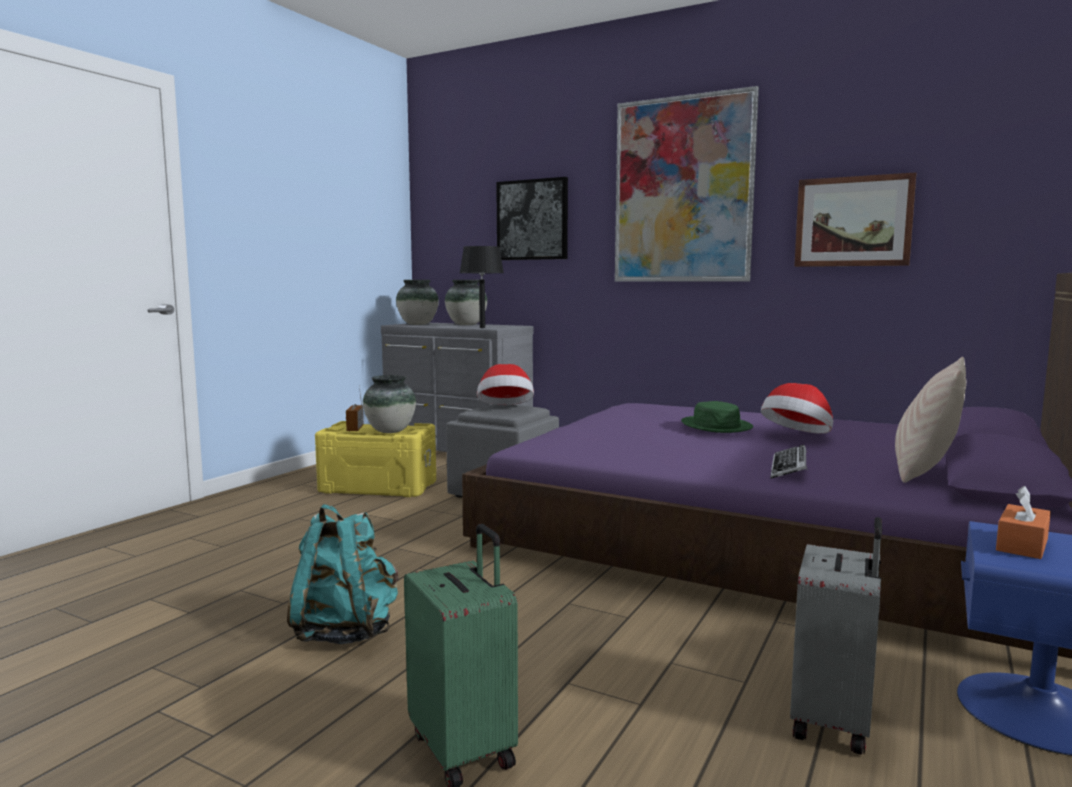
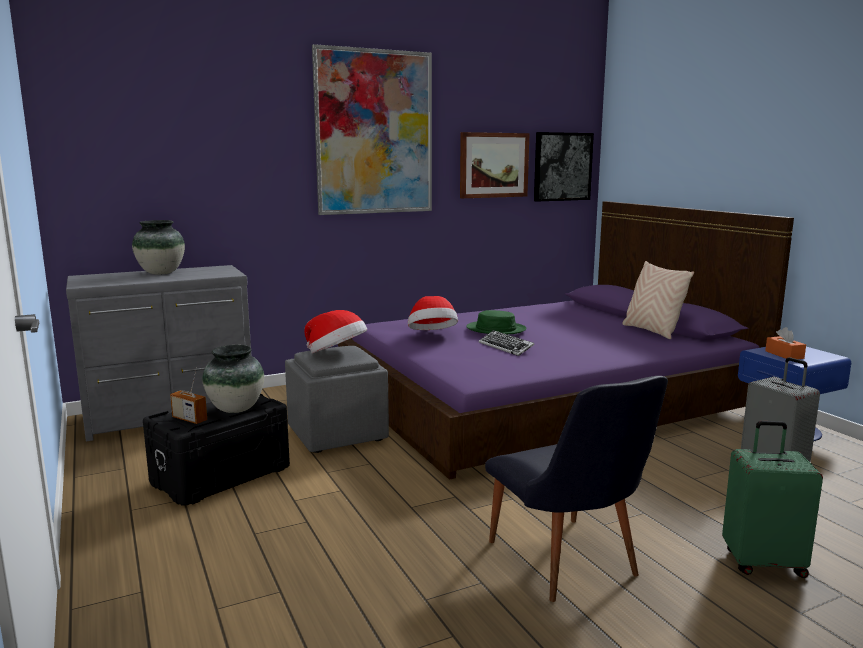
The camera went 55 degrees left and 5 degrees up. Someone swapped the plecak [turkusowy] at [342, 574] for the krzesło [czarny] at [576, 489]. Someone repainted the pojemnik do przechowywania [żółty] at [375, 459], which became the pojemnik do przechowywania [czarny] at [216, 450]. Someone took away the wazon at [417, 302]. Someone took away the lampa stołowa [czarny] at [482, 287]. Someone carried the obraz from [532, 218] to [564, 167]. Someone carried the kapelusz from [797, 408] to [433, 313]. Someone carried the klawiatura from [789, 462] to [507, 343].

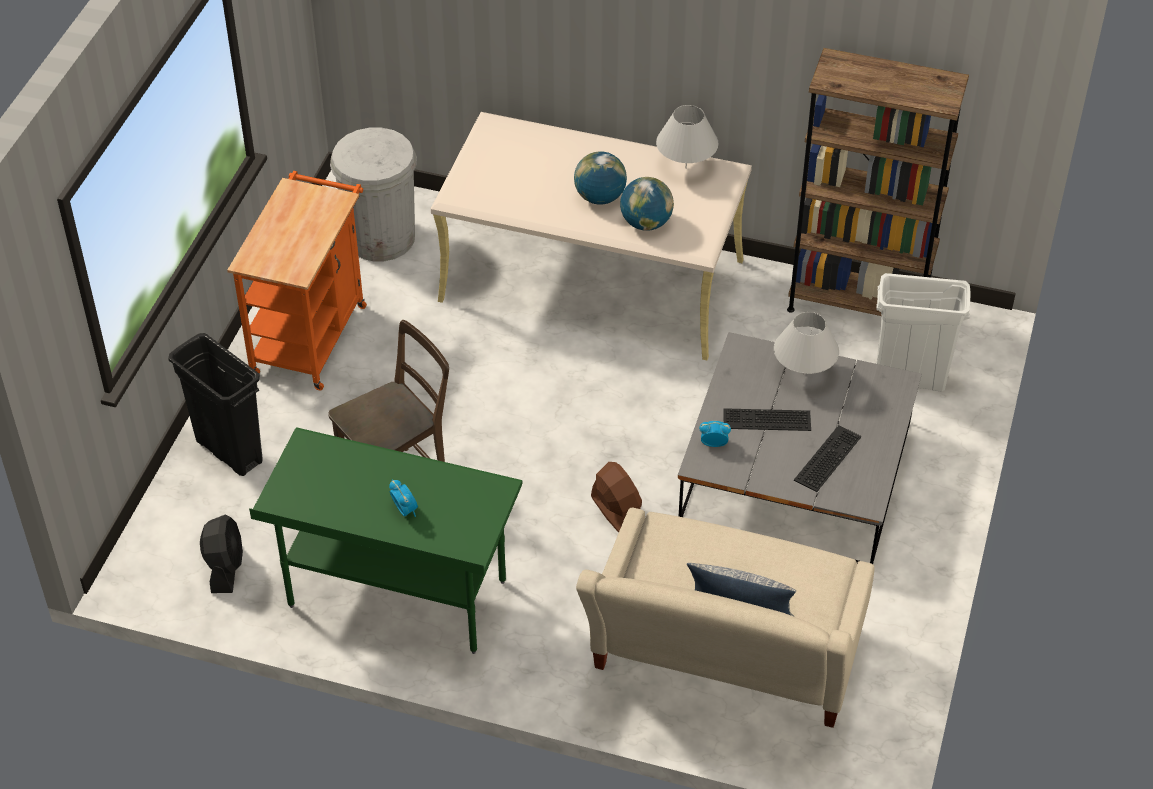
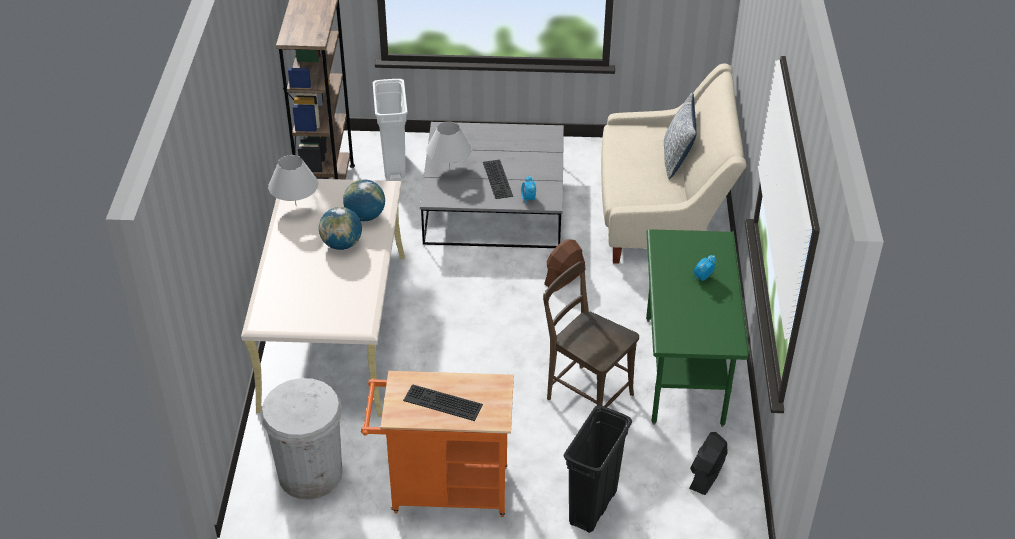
The camera went 105 degrees left and 5 degrees down. Someone rotated the wentylator [czarny] at [221, 554] by 45 degrees counterclockwise. Someone carried the klawiatura from [827, 458] to [443, 402].

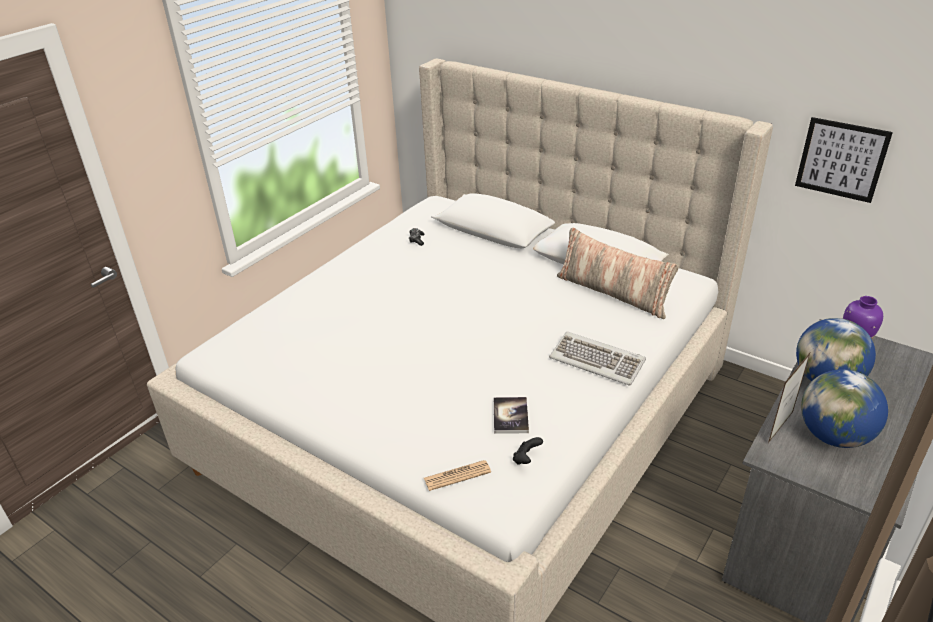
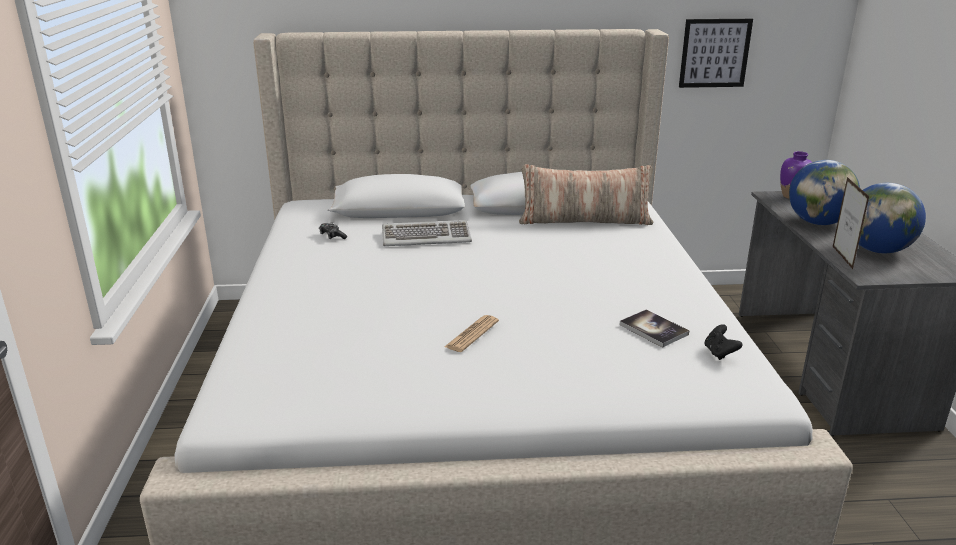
The camera went 40 degrees left and 10 degrees down. Someone carried the gazeta from [457, 475] to [472, 333]. Someone carried the klawiatura from [597, 358] to [427, 233].

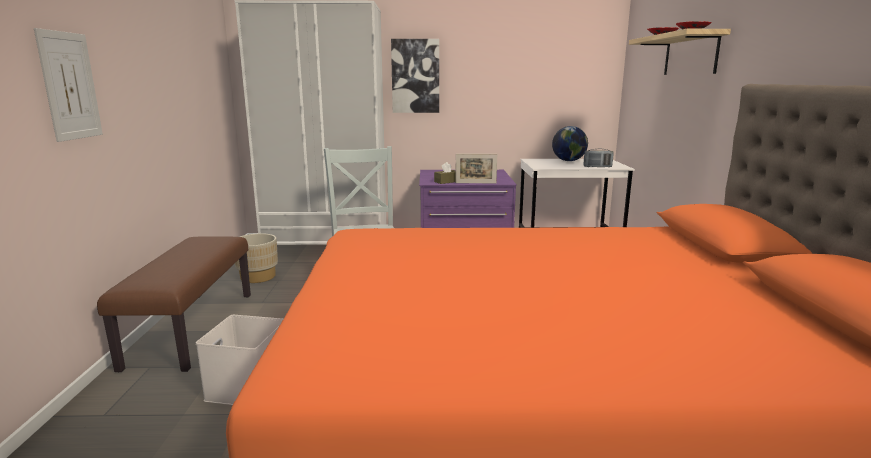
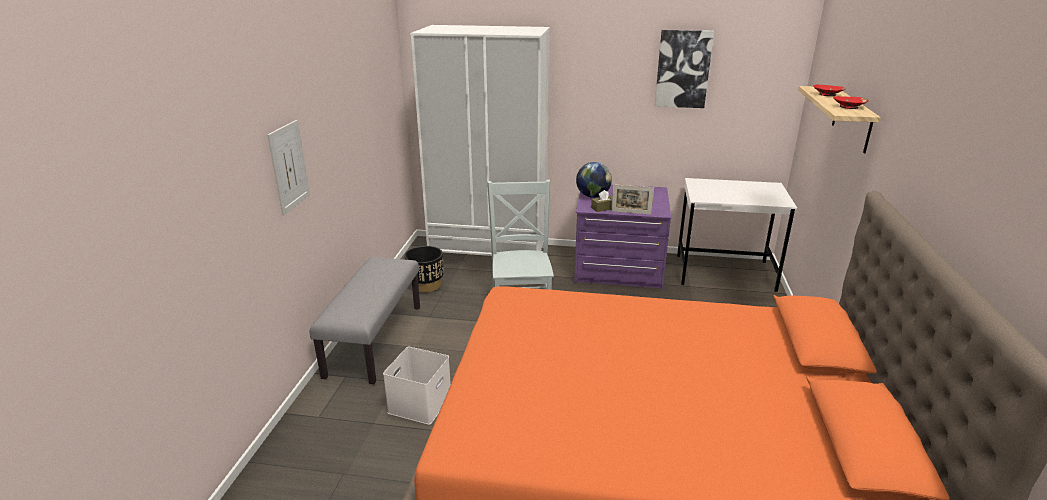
The camera went 10 degrees right and 10 degrees up. Someone repainted the ławka [brązowy] at [174, 304], which became the ławka [szary] at [364, 320]. Someone repainted the donica [beżowy] at [256, 258], which became the donica [czarny] at [423, 269]. Someone carried the obraz from [415, 76] to [684, 69]. Someone carried the globus from [570, 143] to [594, 180]. Someone took away the radio at [599, 158].

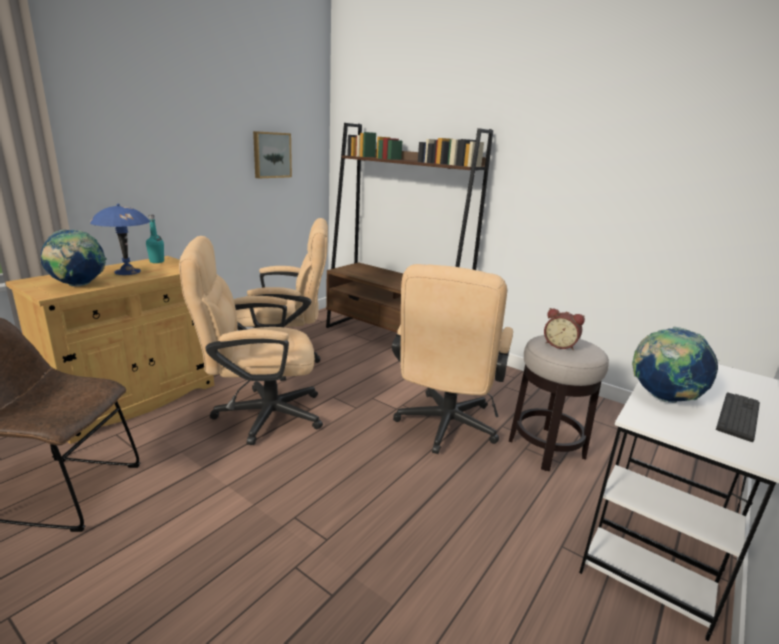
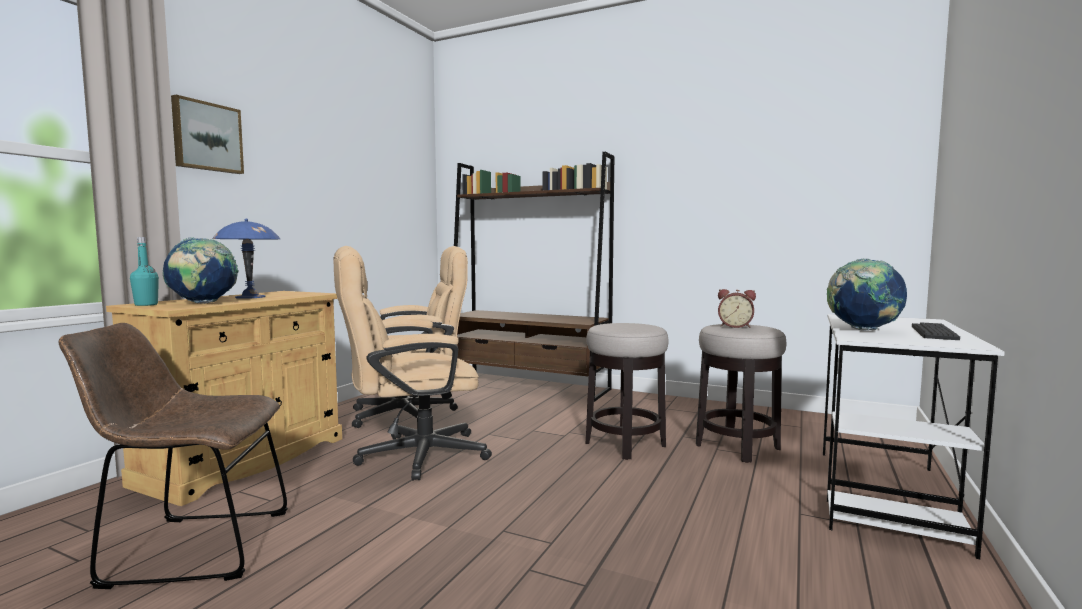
The camera went 10 degrees left and 15 degrees down. Someone carried the butelka [turkusowy] from [155, 239] to [144, 271]. Someone carried the obraz from [272, 154] to [207, 134]. Someone swapped the krzesło biurowe [beżowy] at [452, 359] for the stołek at [627, 391].

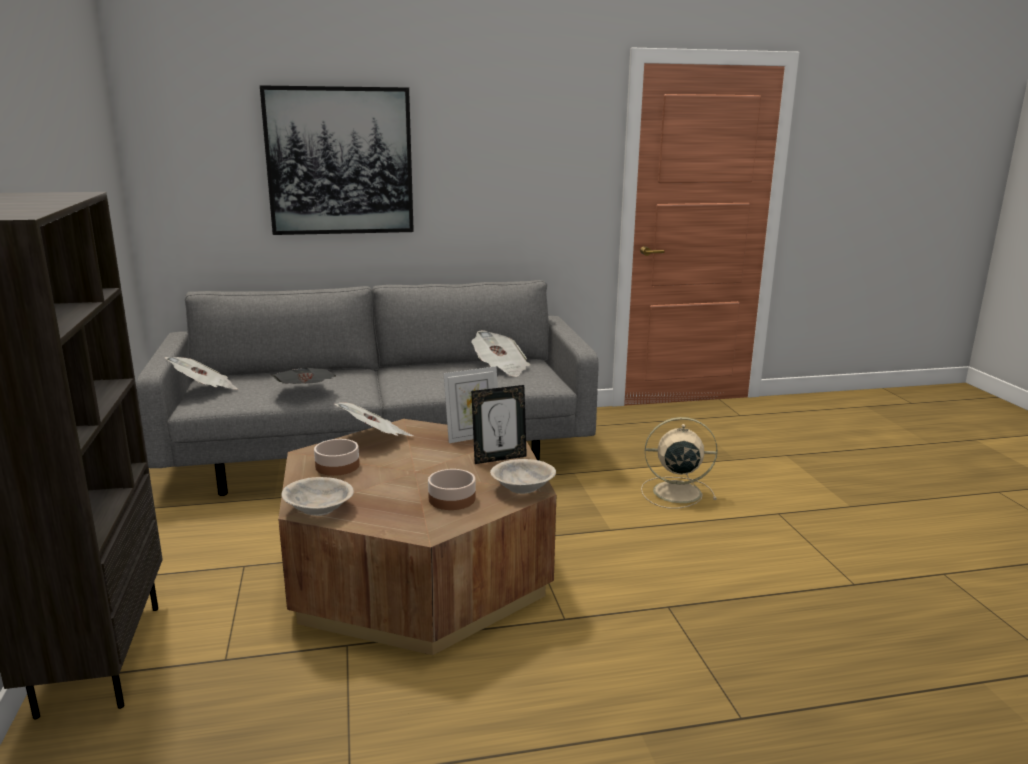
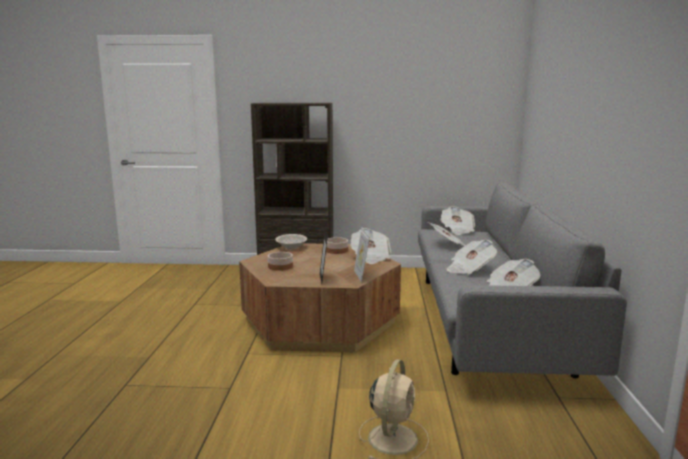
The camera went 105 degrees right and 5 degrees down. Someone took away the obraz at [337, 160]. Someone took away the miska [beżowy] at [523, 476]. Someone put down the gazeta at [471, 257].

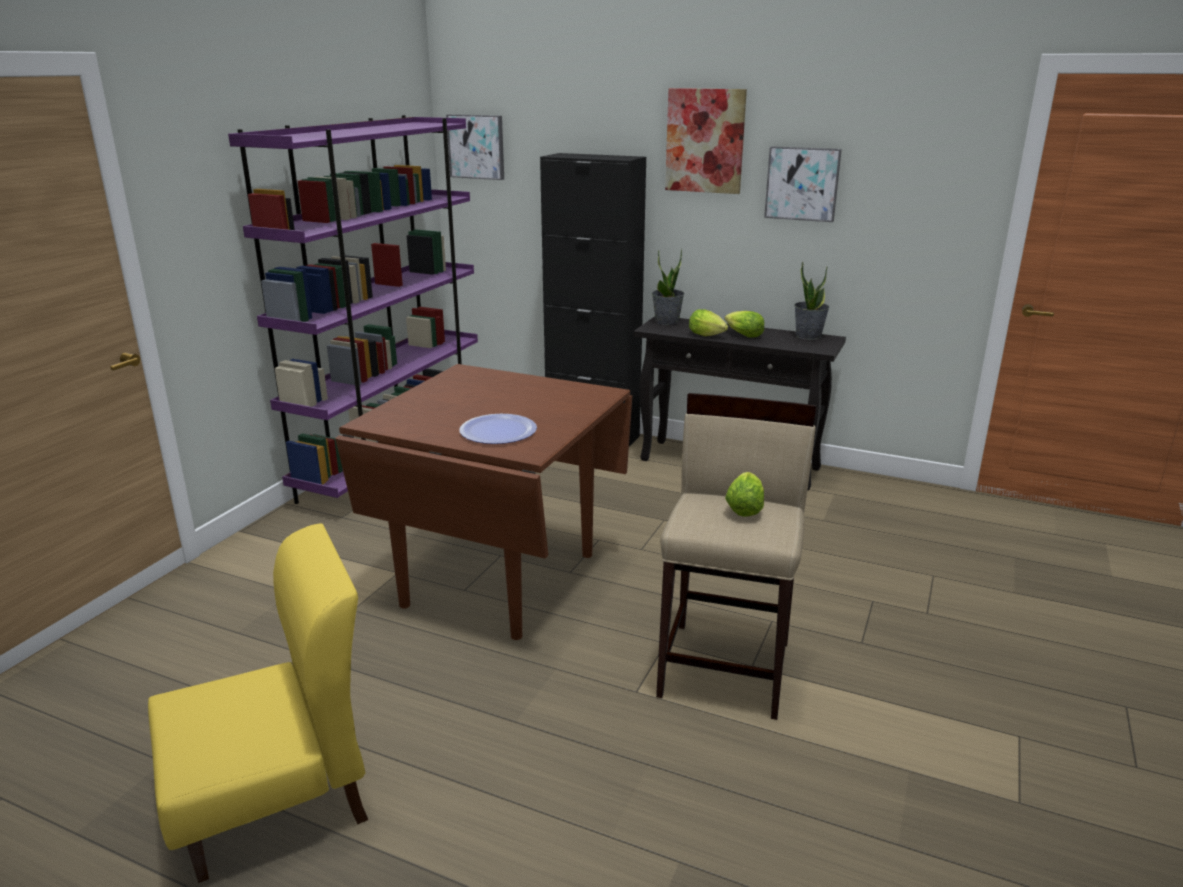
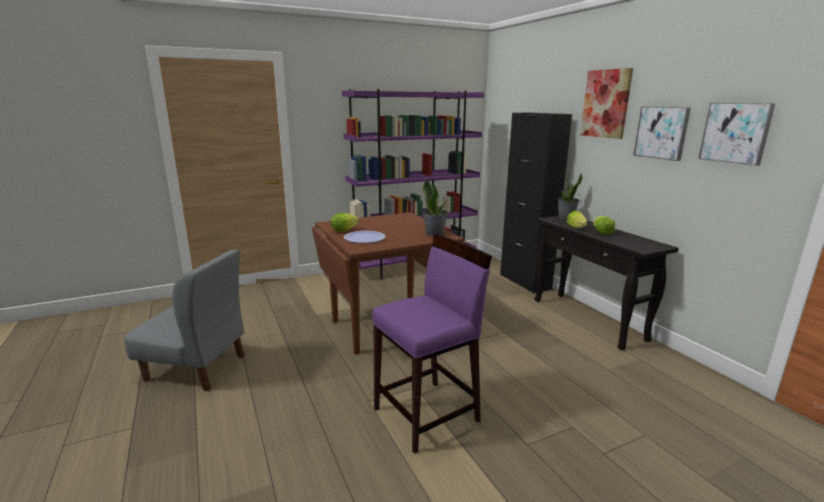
The camera went 40 degrees right and 5 degrees down. Someone repainted the krzesło [żółty] at [258, 703], which became the krzesło [szary] at [184, 320]. Someone carried the obraz from [475, 147] to [736, 134]. Someone repainted the stołek [beżowy] at [736, 556], which became the stołek [fioletowy] at [432, 344]. Someone carried the sałata from [744, 494] to [345, 222]. Someone carried the roślina doniczkowa from [811, 300] to [435, 207].

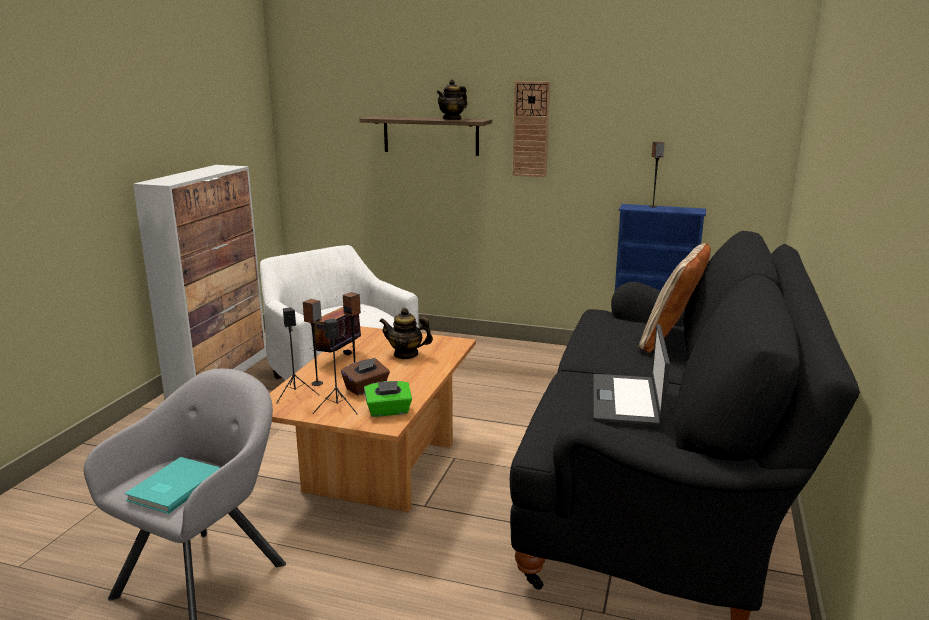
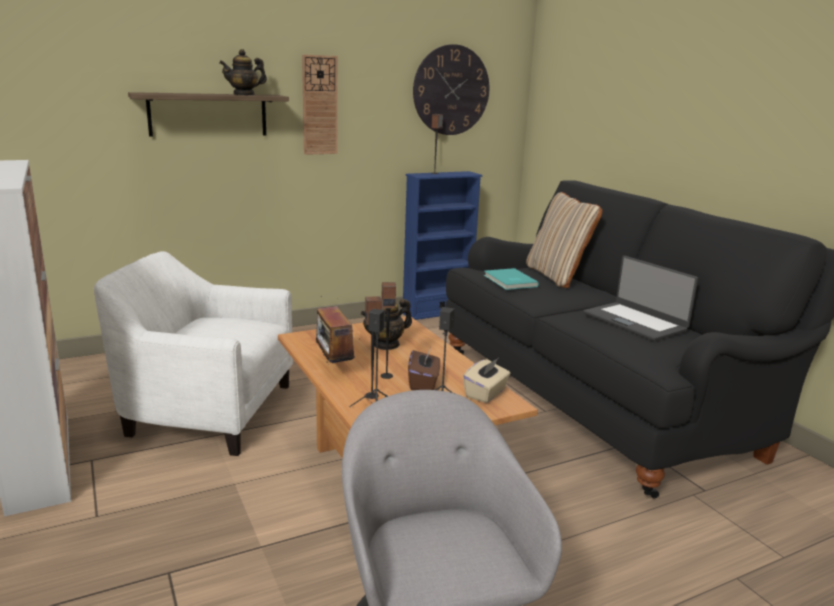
The camera went 45 degrees left and 0 degrees up. Someone carried the książka [turkusowy] from [172, 485] to [511, 279]. Someone repainted the pudełko chusteczek [zielony] at [388, 399], which became the pudełko chusteczek [beżowy] at [486, 380]. Someone rotated the imbryk at [451, 99] by 60 degrees clockwise. Someone put up the zegar ścienny at [451, 89].

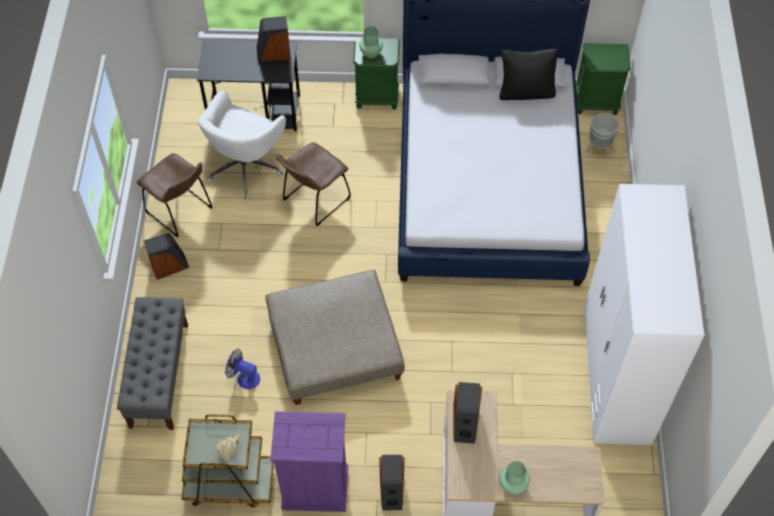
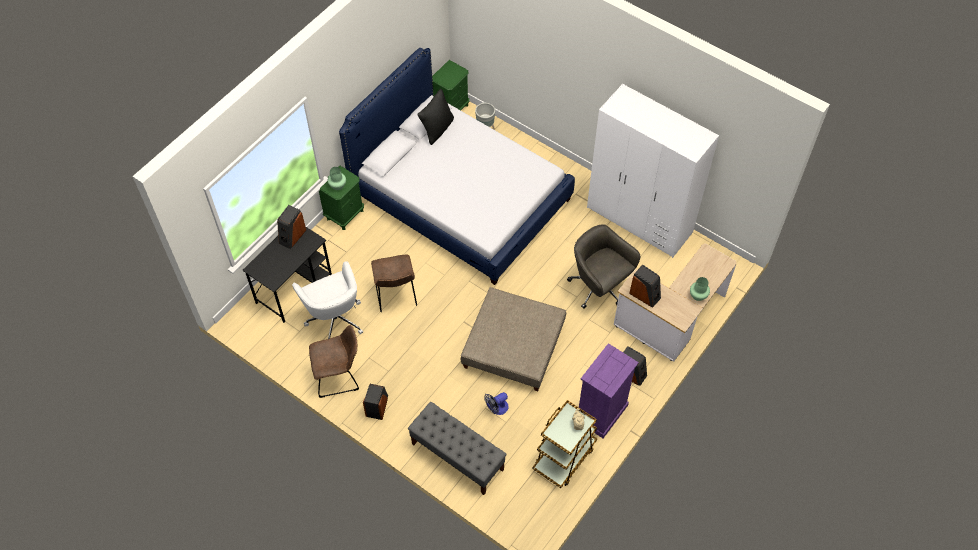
The camera went 55 degrees left and 0 degrees up. Someone put down the krzesło biurowe [szary] at [603, 266].

